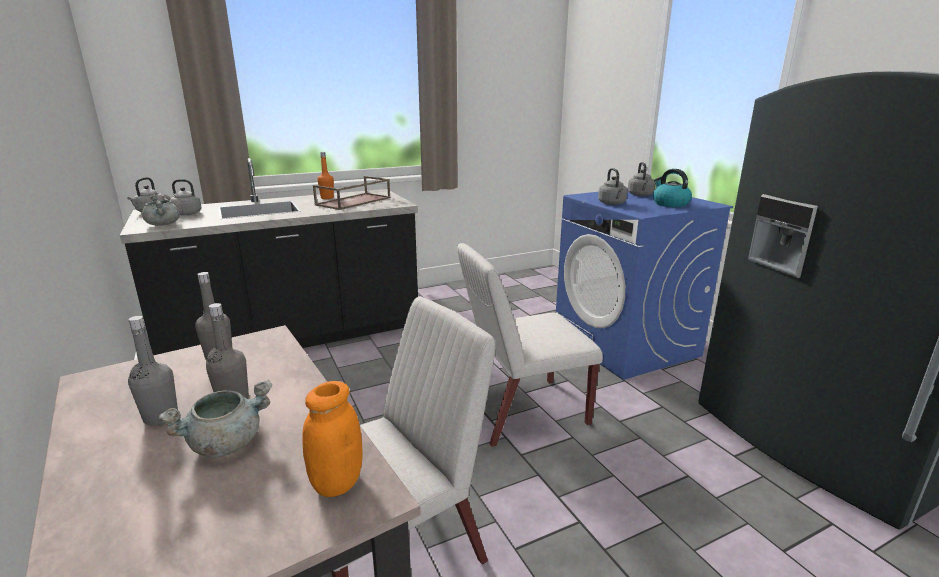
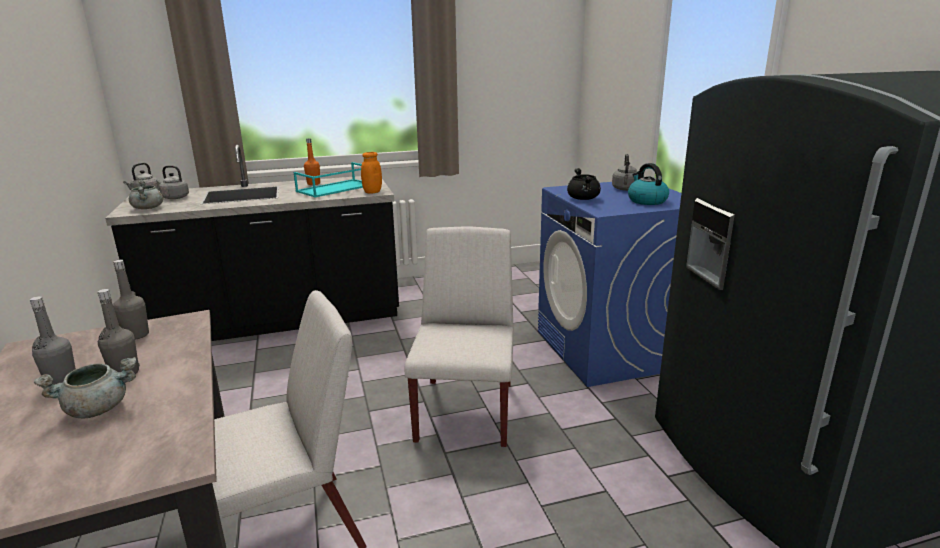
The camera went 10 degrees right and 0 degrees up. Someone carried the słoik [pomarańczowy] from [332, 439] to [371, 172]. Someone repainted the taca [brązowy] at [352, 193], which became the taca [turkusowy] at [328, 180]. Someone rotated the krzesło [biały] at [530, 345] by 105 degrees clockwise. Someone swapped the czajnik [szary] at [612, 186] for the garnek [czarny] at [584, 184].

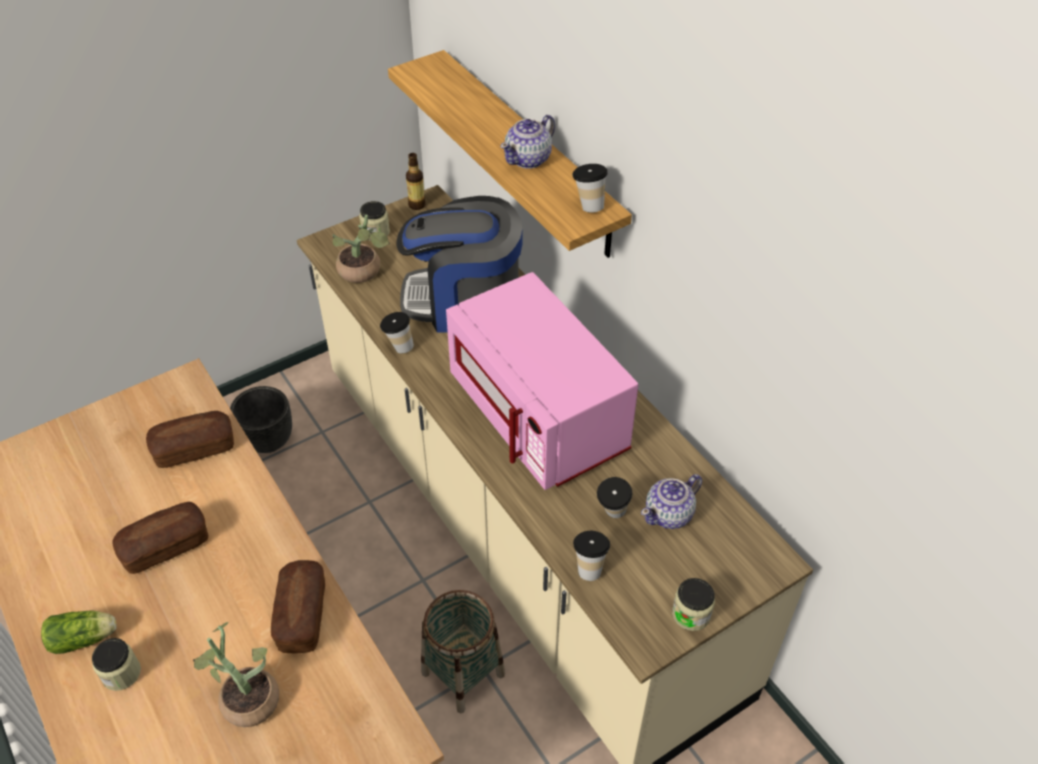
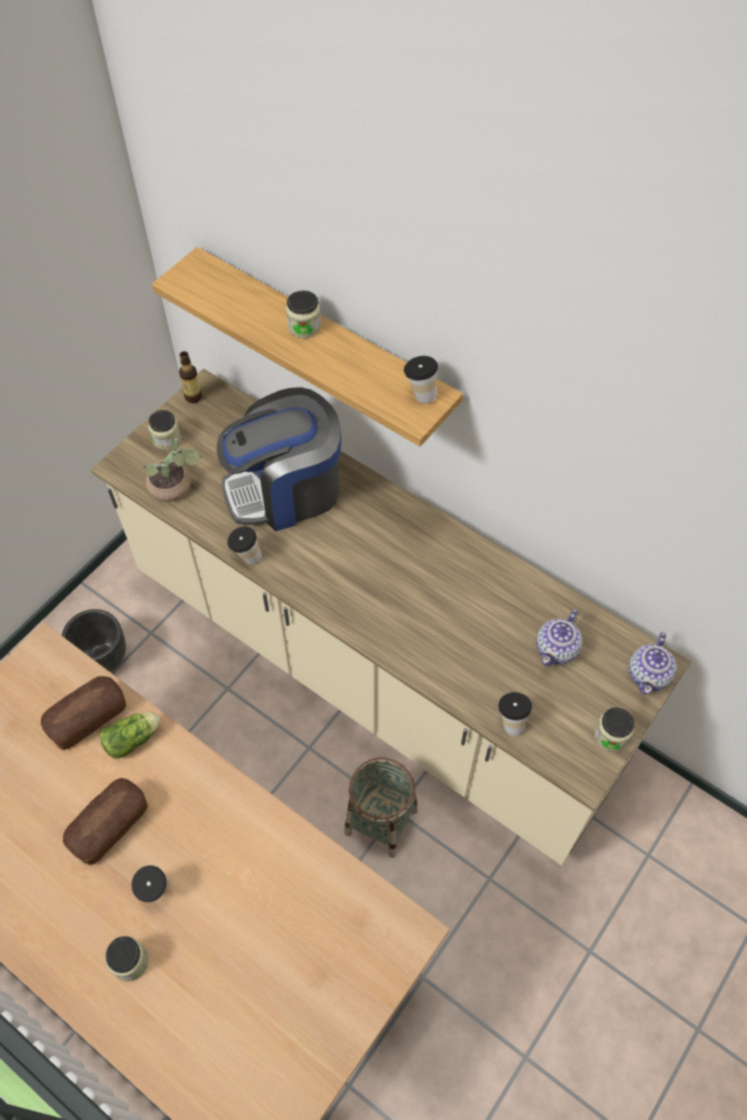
The camera went 20 degrees left and 10 degrees up. Someone carried the sałata from [79, 632] to [130, 735]. Someone took away the roślina doniczkowa at [236, 674]. Someone took away the chleb at [298, 607]. Someone took away the mikrofalówka [różowy] at [542, 381]. Someone carried the imbryk from [527, 142] to [653, 663]. Someone carried the filiżanka from [614, 497] to [150, 883]. Someone put down the słoik at [303, 314].

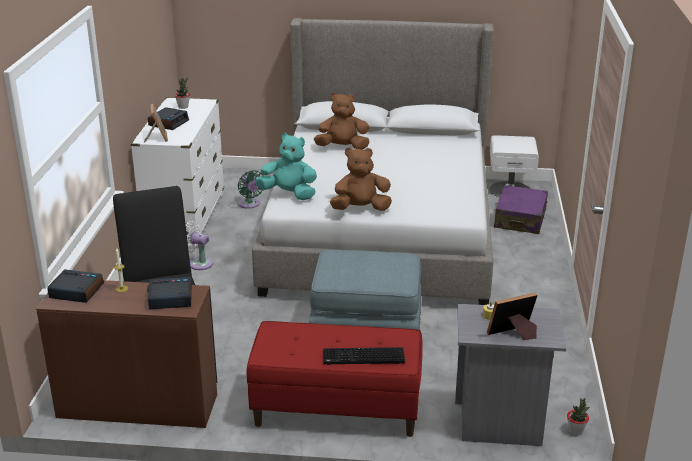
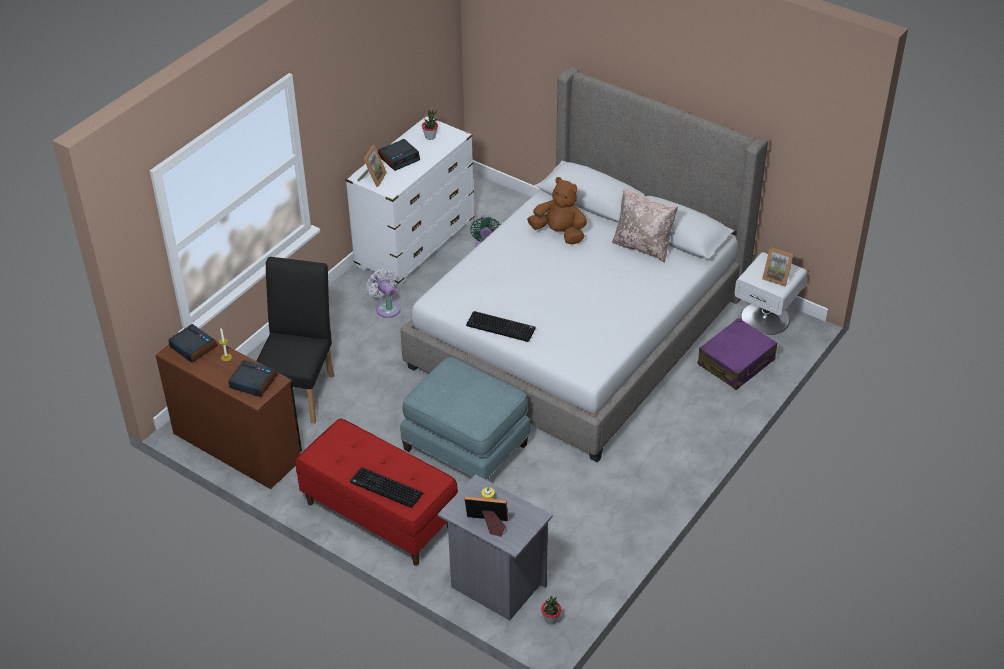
The camera went 30 degrees right and 15 degrees up. Someone took away the pluszak [turkusowy] at [286, 166]. Someone swapped the pluszak [brązowy] at [361, 179] for the klawiatura at [500, 326]. Someone put down the poduszka [beżowy] at [645, 225]. Someone put down the ramka na zdjęcie at [778, 266].

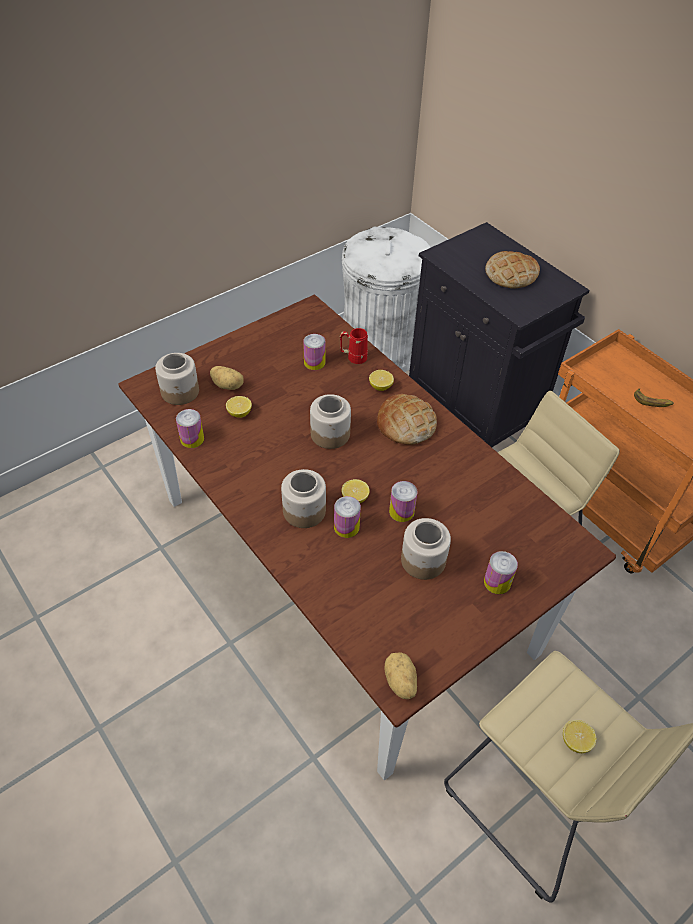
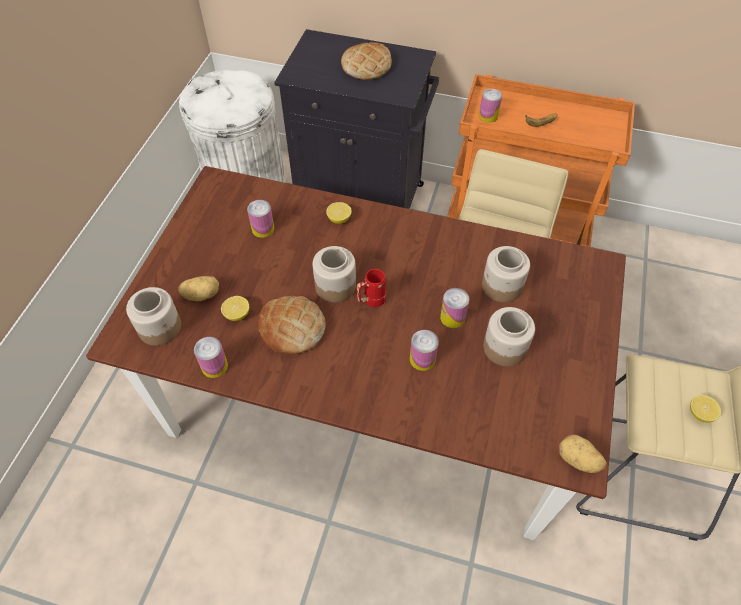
The camera went 35 degrees left and 5 degrees up. Someone carried the słoik from [303, 498] to [506, 274]. Someone carried the kubek [czerwony] from [354, 346] to [371, 288]. Someone took away the cytryna at [356, 491]. Someone carried the chleb from [407, 419] to [292, 325]. Someone carried the puszka from [501, 572] to [490, 106].

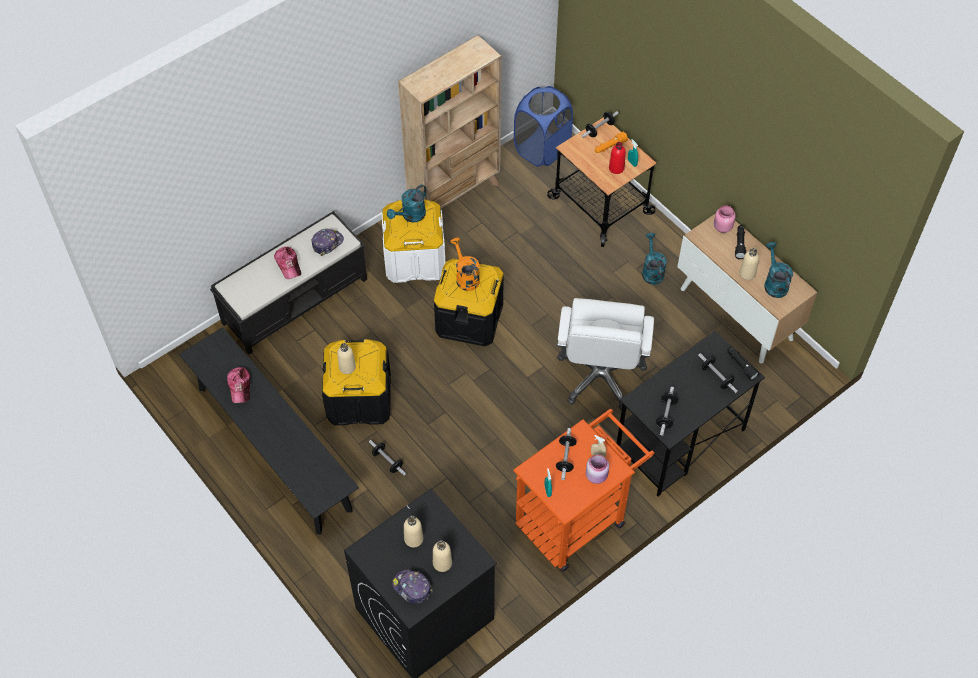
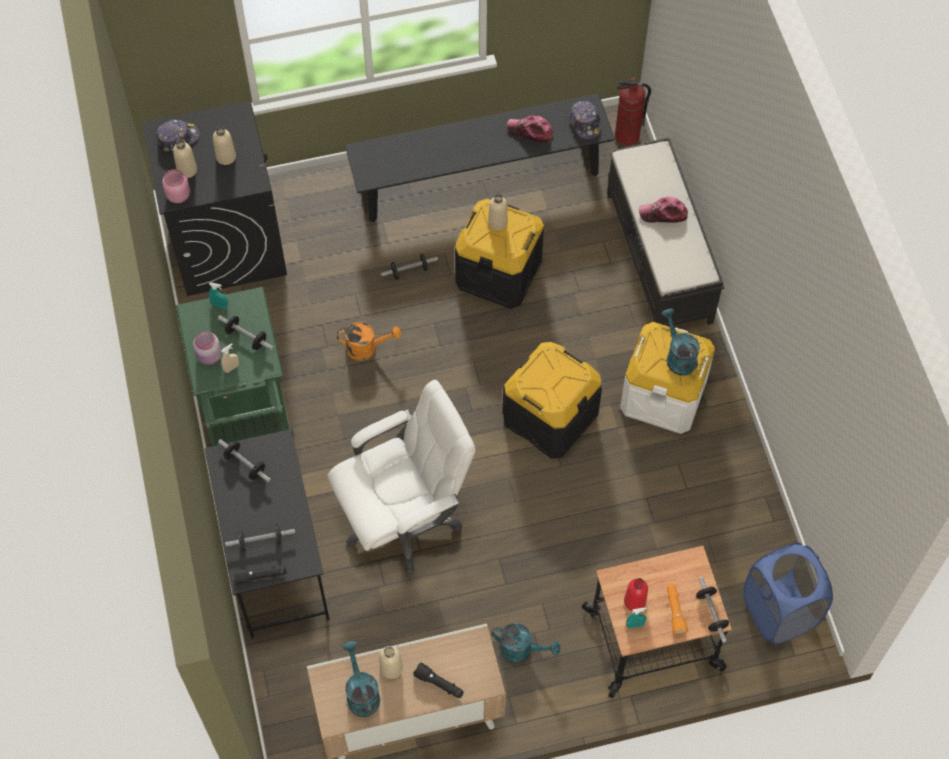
The camera went 115 degrees right and 5 degrees up. Someone carried the czapka z daszkiem from [328, 242] to [585, 120]. Someone took away the regał [beżowy] at [449, 121]. Someone carried the konewka [pomarańczowy] from [465, 264] to [369, 341]. Someone repainted the wózek [pomarańczowy] at [583, 490], which became the wózek [zielony] at [235, 367]. Someone rotated the krzesło biurowe [biały] at [605, 354] by 120 degrees clockwise. Someone carried the słoik [różowy] from [725, 219] to [176, 186]. Someone rotated the konewka [turkusowy] at [778, 270] by 120 degrees counterclockwise. Someone put down the gaśnica at [633, 112].

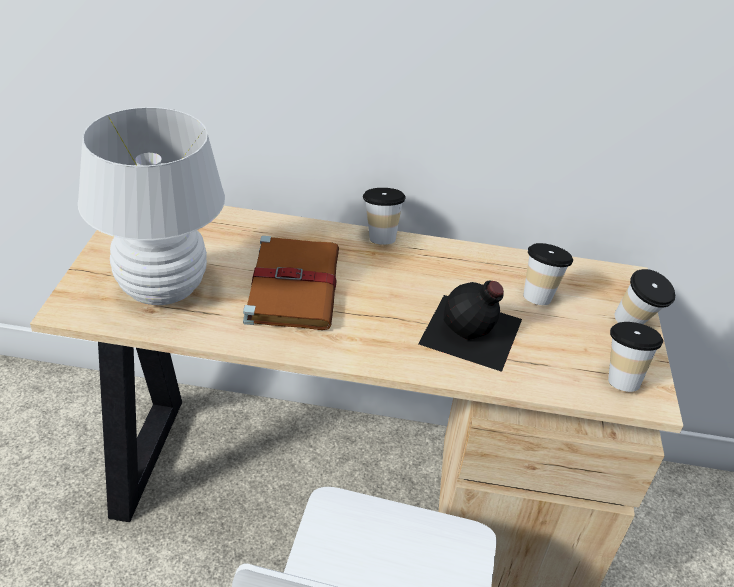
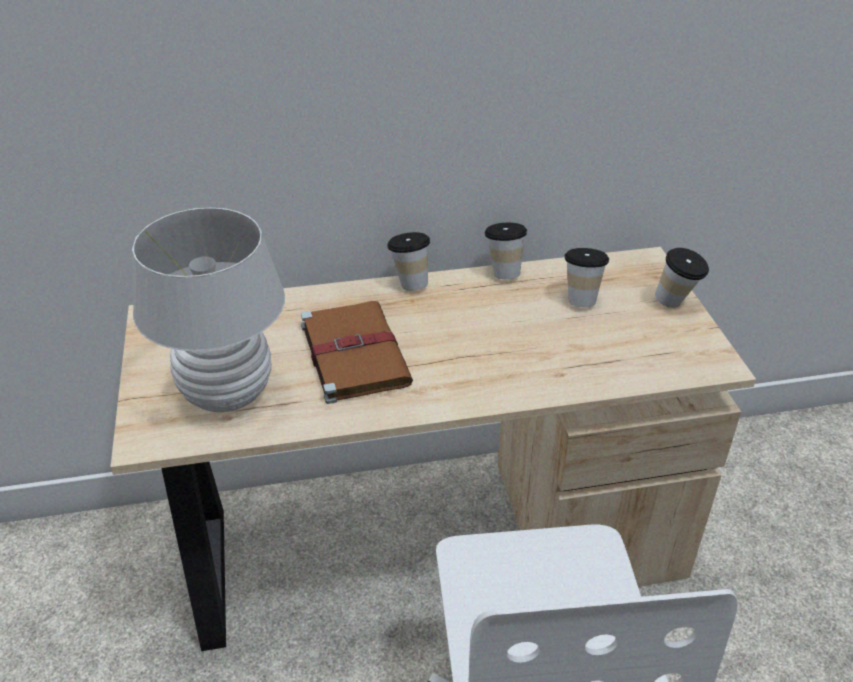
The camera went 15 degrees left and 0 degrees up. Someone took away the butelka [czarny] at [470, 326]. Someone carried the filiżanka from [635, 357] to [506, 251].

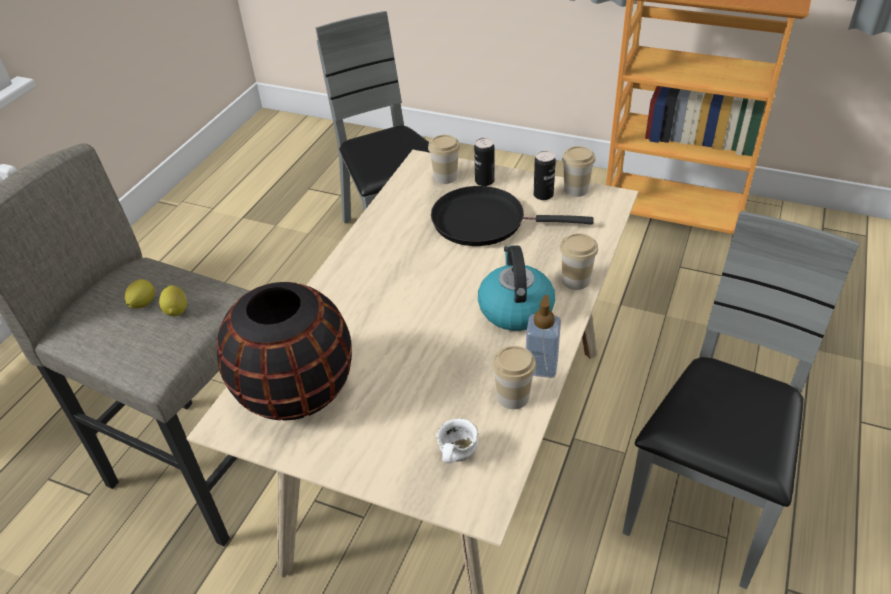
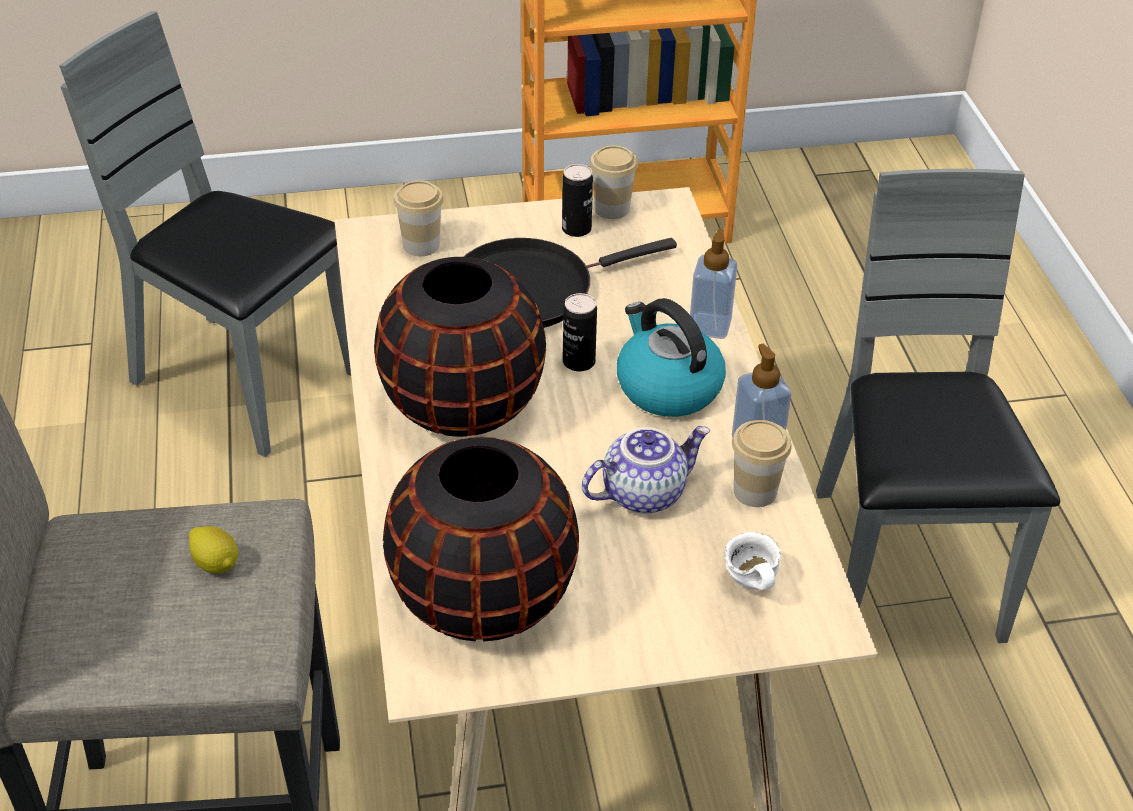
The camera went 35 degrees left and 0 degrees up. Someone took away the cytryna at [140, 293]. Someone carried the puszka from [484, 162] to [580, 332]. Someone swapped the filiżanka at [579, 261] for the dozownik mydła at [713, 284]. Someone put down the wazon [czarny] at [460, 347]. Someone put down the imbryk at [646, 470].

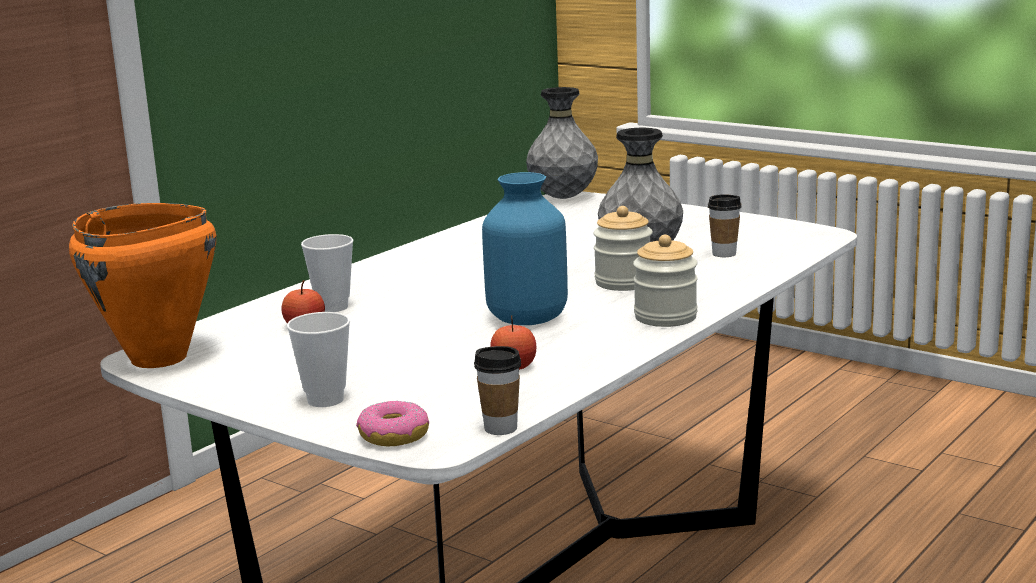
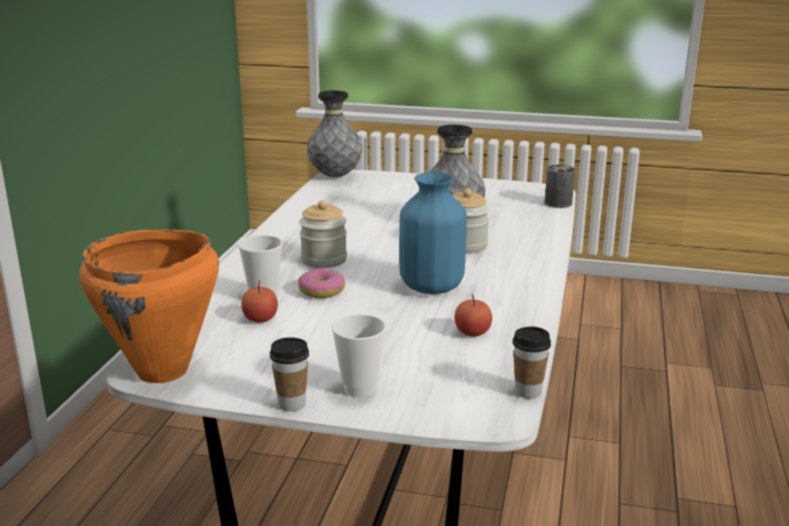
The camera went 25 degrees left and 5 degrees up. Someone carried the donut from [392, 423] to [321, 283]. Someone carried the słoik from [665, 281] to [323, 234]. Someone carried the filiżanka from [725, 225] to [289, 374]. Someone put down the puszka at [560, 186].

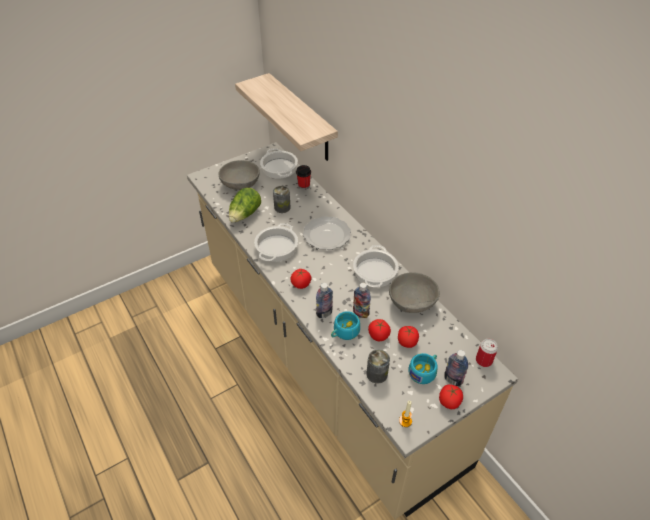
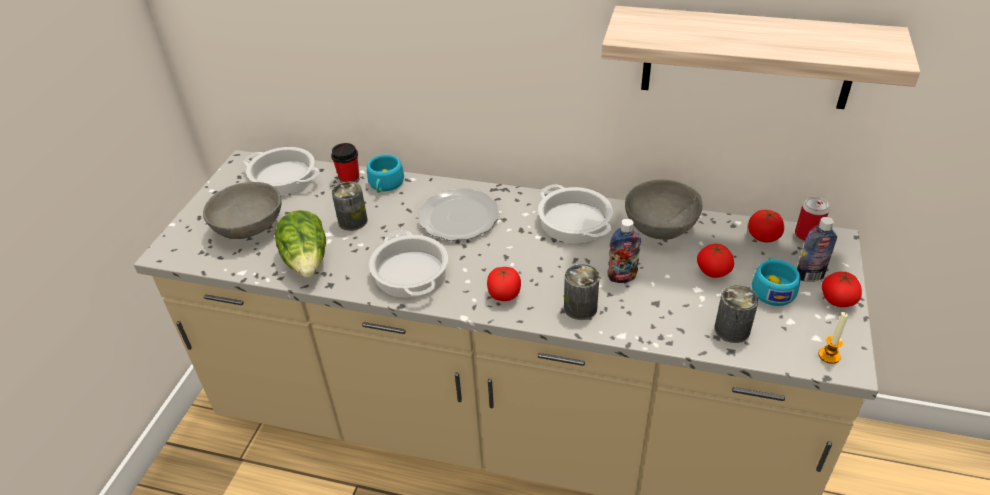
The camera went 40 degrees left and 5 degrees down. Someone carried the półka from [286, 117] to [760, 57]. Someone swapped the butelka at [324, 300] for the puszka at [582, 292]. Someone carried the filiżanka [turkusowy] from [345, 325] to [385, 173]. Someone carried the pomidor from [379, 330] to [766, 226].

